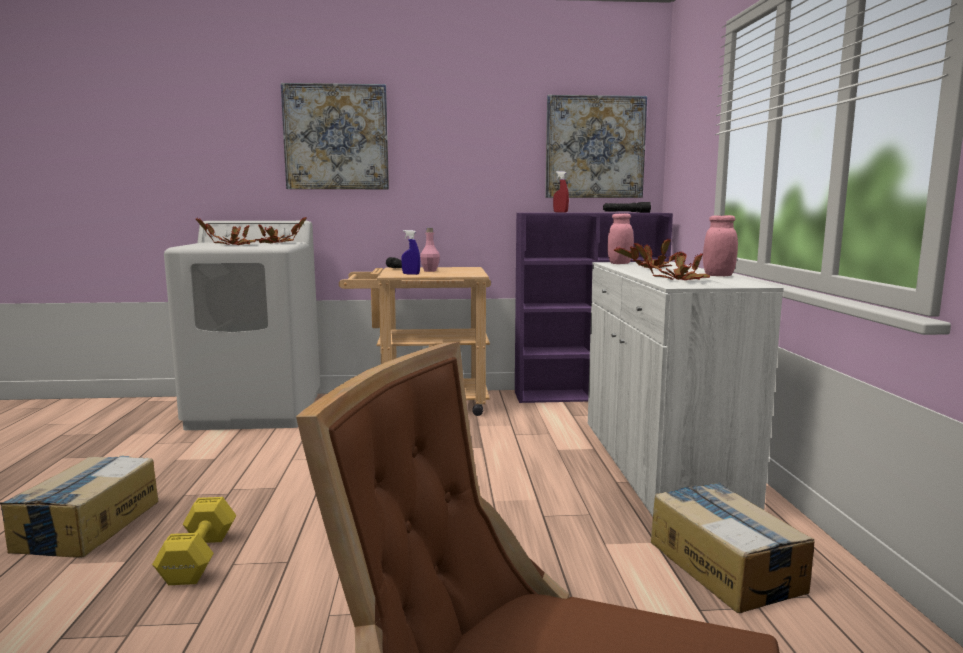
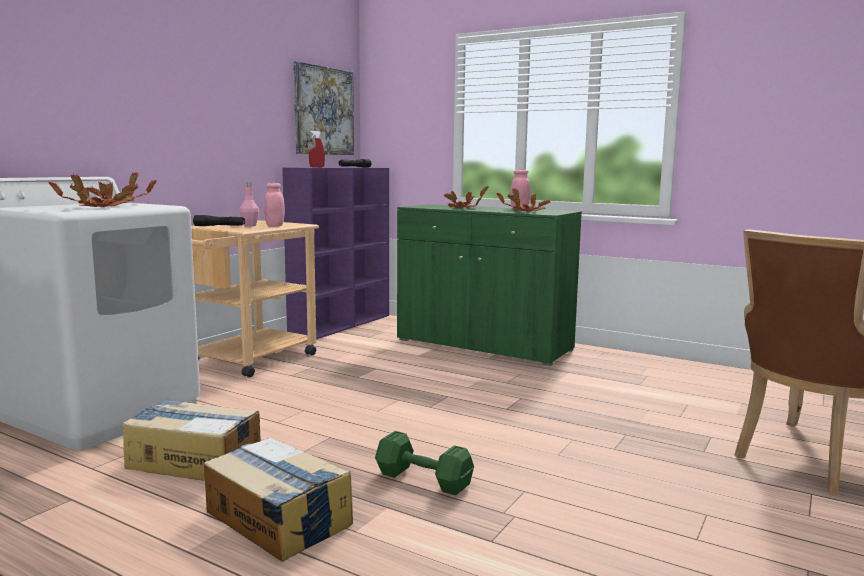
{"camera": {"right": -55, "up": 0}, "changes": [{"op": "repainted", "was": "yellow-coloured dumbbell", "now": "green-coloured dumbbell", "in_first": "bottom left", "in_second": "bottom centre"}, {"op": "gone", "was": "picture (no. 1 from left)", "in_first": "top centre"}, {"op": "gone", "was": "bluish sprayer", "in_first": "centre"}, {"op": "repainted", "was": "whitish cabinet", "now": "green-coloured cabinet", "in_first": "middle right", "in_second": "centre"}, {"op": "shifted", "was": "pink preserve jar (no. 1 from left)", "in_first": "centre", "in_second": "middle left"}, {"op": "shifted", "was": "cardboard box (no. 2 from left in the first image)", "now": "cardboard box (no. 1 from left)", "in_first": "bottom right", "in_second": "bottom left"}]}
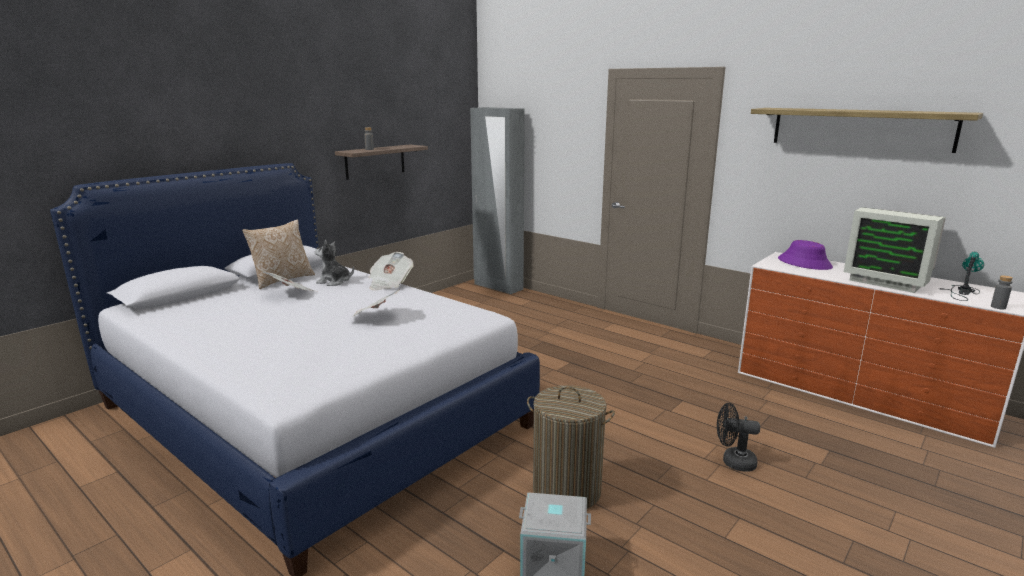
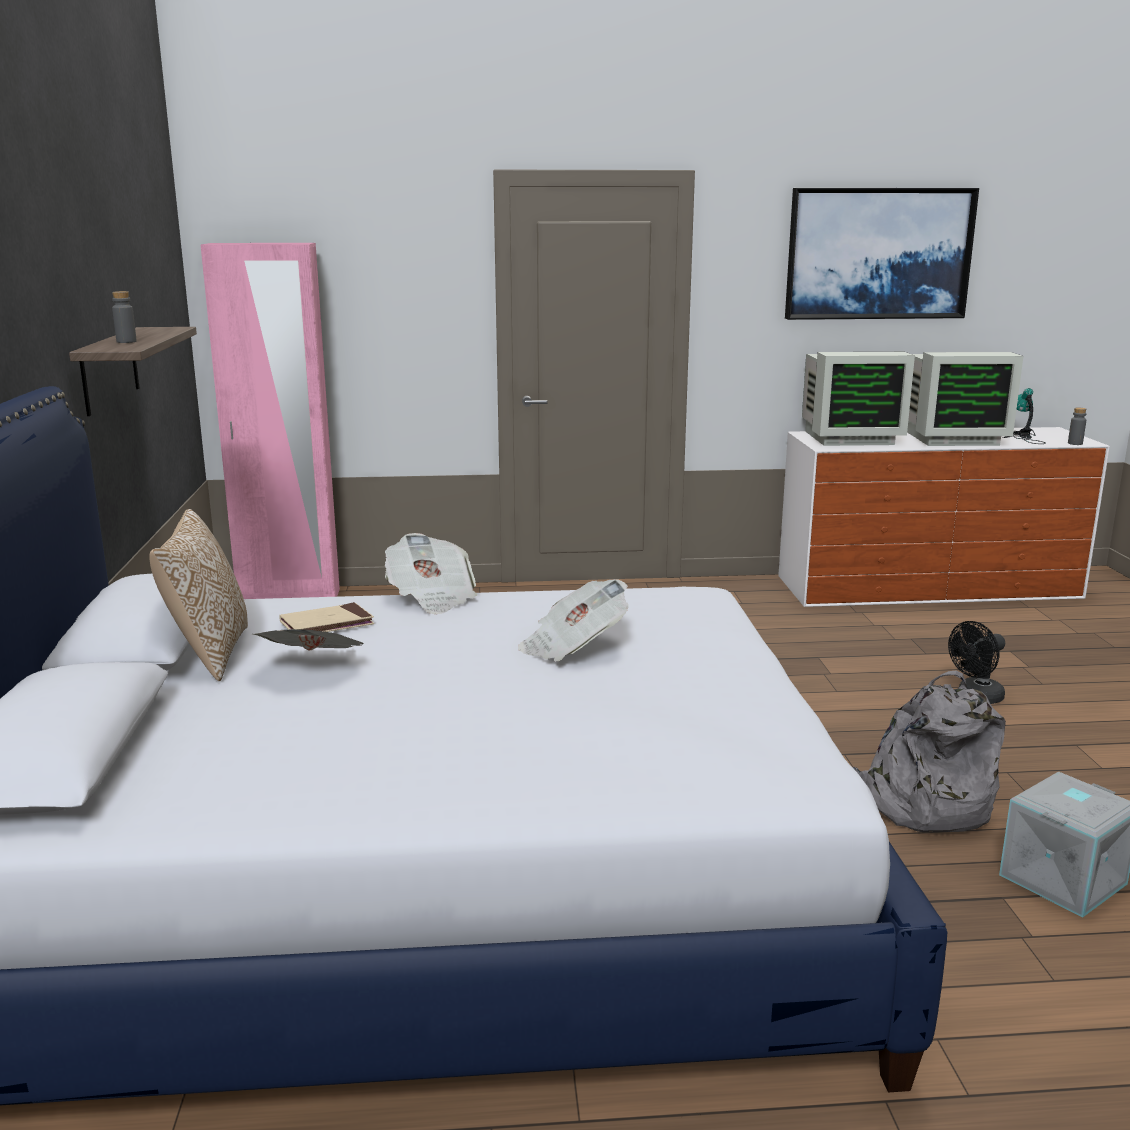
{"camera": {"right": -45, "up": 0}, "changes": [{"op": "swapped", "was": "plush toy", "now": "beige bound book", "in_first": "middle left", "in_second": "middle left"}, {"op": "repainted", "was": "greyish clothes cupboard", "now": "pink clothes cupboard", "in_first": "centre", "in_second": "middle left"}, {"op": "swapped", "was": "laundry basket", "now": "greyish knapsack", "in_first": "bottom centre", "in_second": "middle right"}, {"op": "swapped", "was": "wall shelf (no. 2 from left)", "now": "picture", "in_first": "top right", "in_second": "top right"}, {"op": "swapped", "was": "purple-coloured wearable hat", "now": "computer screen (no. 1 from left)", "in_first": "middle right", "in_second": "middle right"}]}
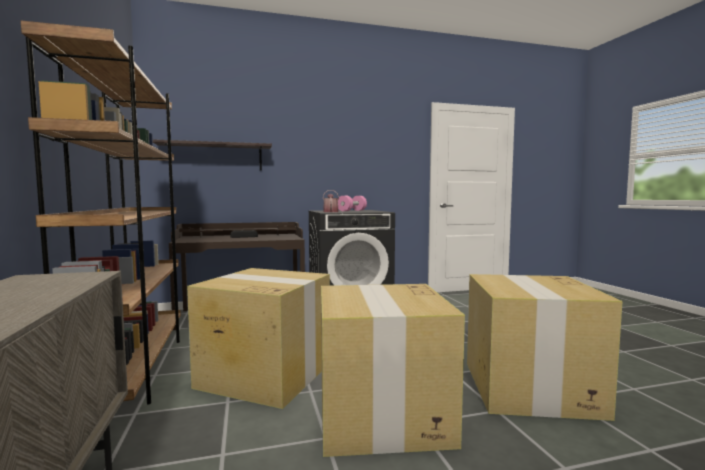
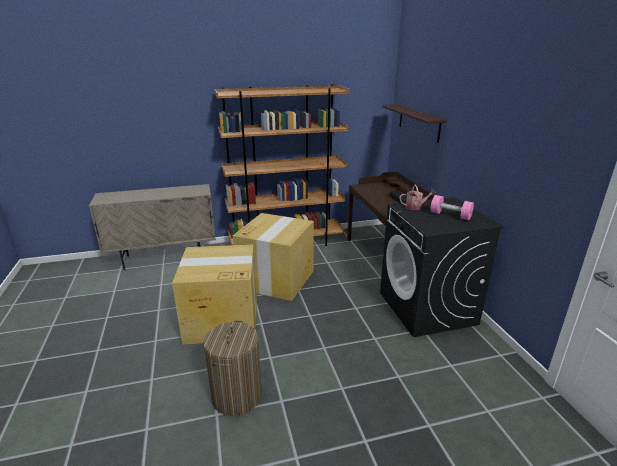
{"camera": {"right": 90, "up": 20}, "changes": [{"op": "swapped", "was": "cardboard box (no. 3 from left)", "now": "laundry basket", "in_first": "bottom right", "in_second": "bottom centre"}]}
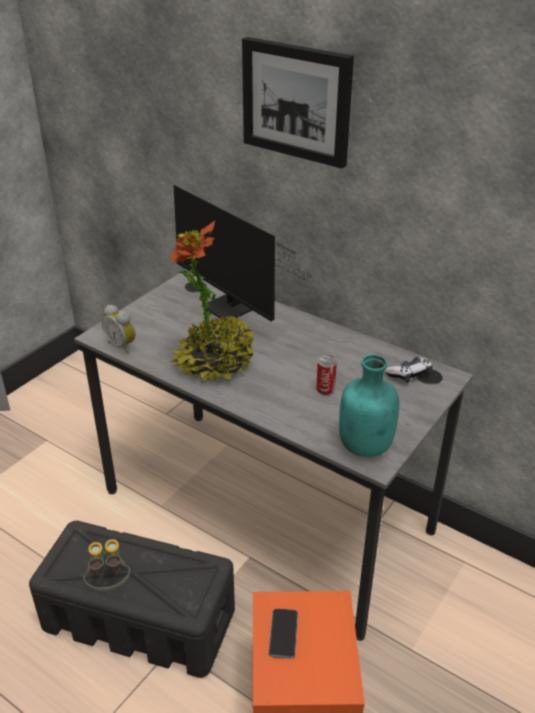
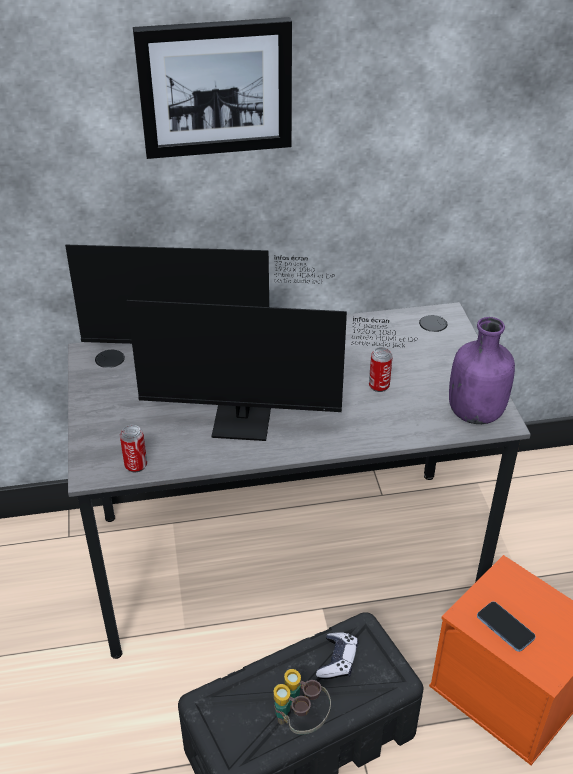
{"camera": {"right": -45, "up": 5}, "changes": [{"op": "swapped", "was": "table clock", "now": "metal can (no. 1 from left)", "in_first": "middle left", "in_second": "middle left"}, {"op": "swapped", "was": "plant in a pot", "now": "computer screen (no. 2 from left)", "in_first": "centre", "in_second": "centre"}, {"op": "repainted", "was": "turquoise beverage bottle", "now": "purple-coloured beverage bottle", "in_first": "middle right", "in_second": "middle right"}, {"op": "shifted", "was": "game controller", "in_first": "middle right", "in_second": "bottom centre"}]}
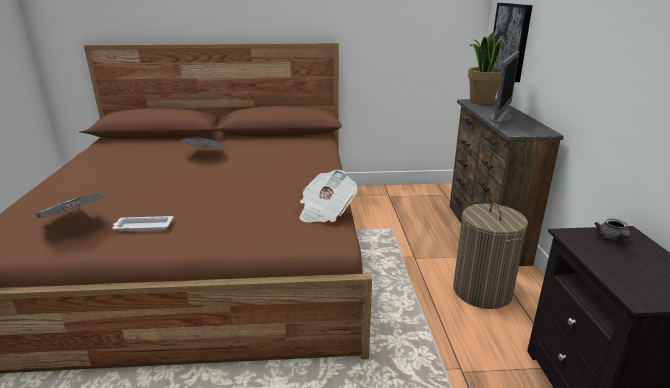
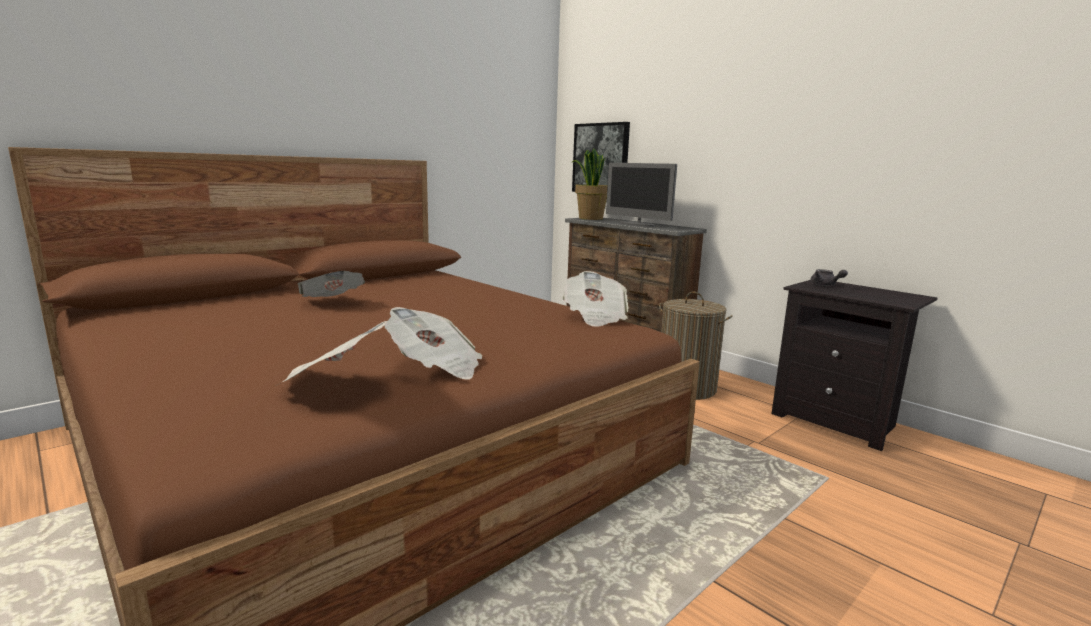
{"camera": {"right": -40, "up": -10}, "changes": [{"op": "swapped", "was": "whitish serving tray", "now": "daily paper (no. 3 from left)", "in_first": "middle left", "in_second": "centre"}, {"op": "rotated", "was": "computer screen", "in_first": "top right", "in_second": "top centre", "clockwise": 150}]}
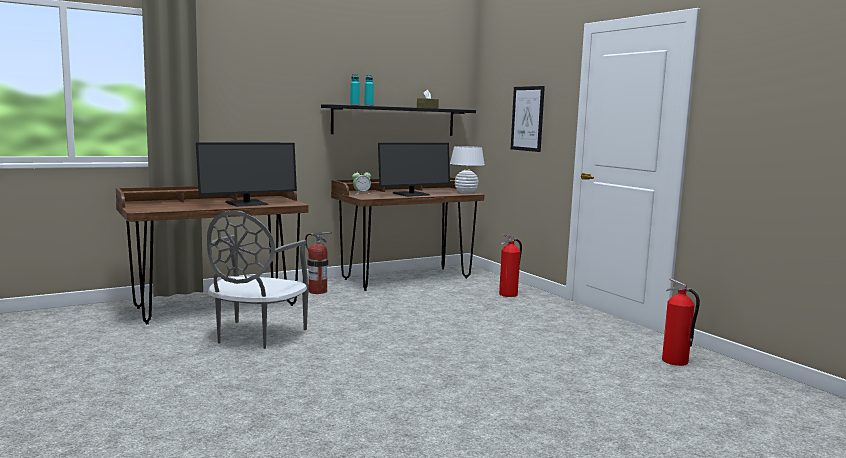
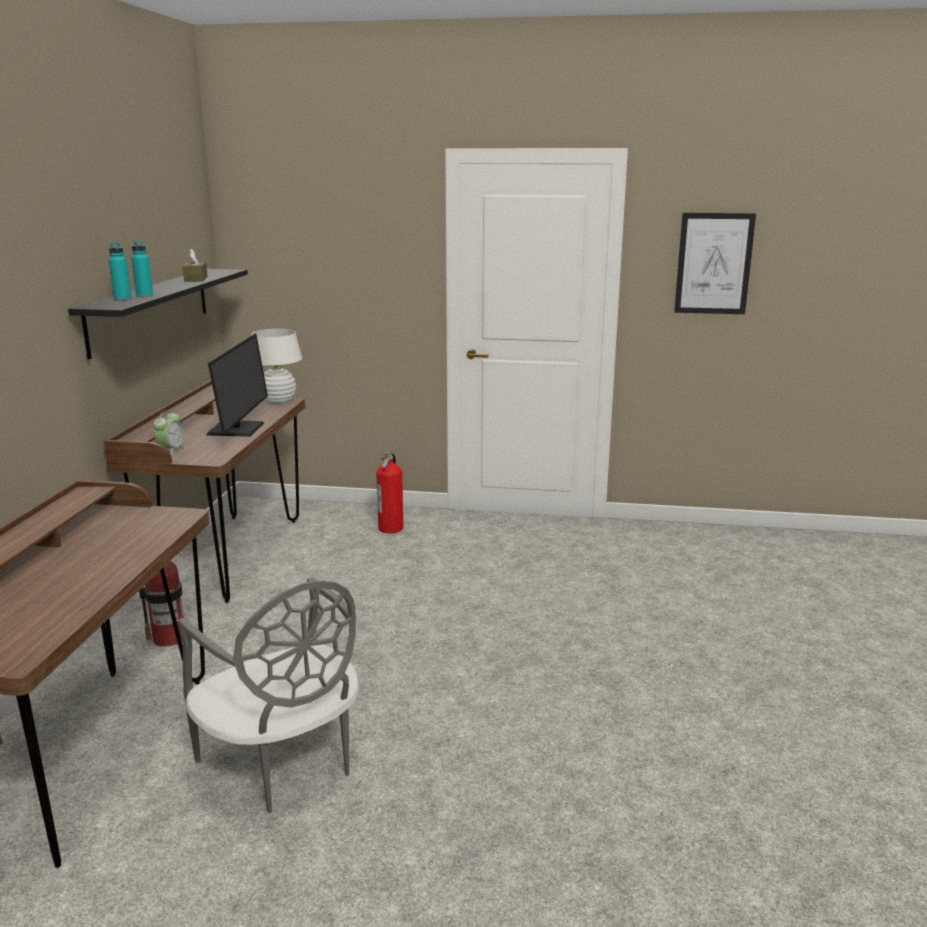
{"camera": {"right": -50, "up": 10}, "changes": [{"op": "gone", "was": "computer screen (no. 1 from left)", "in_first": "middle left"}, {"op": "shifted", "was": "picture", "in_first": "top centre", "in_second": "top right"}, {"op": "gone", "was": "fire extinguisher (no. 3 from left)", "in_first": "bottom right"}]}
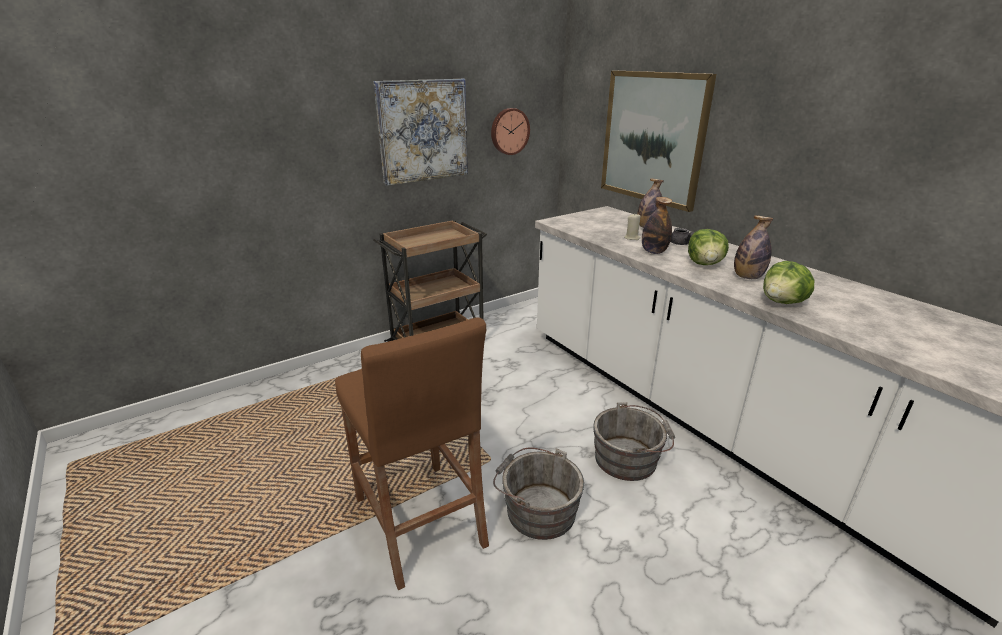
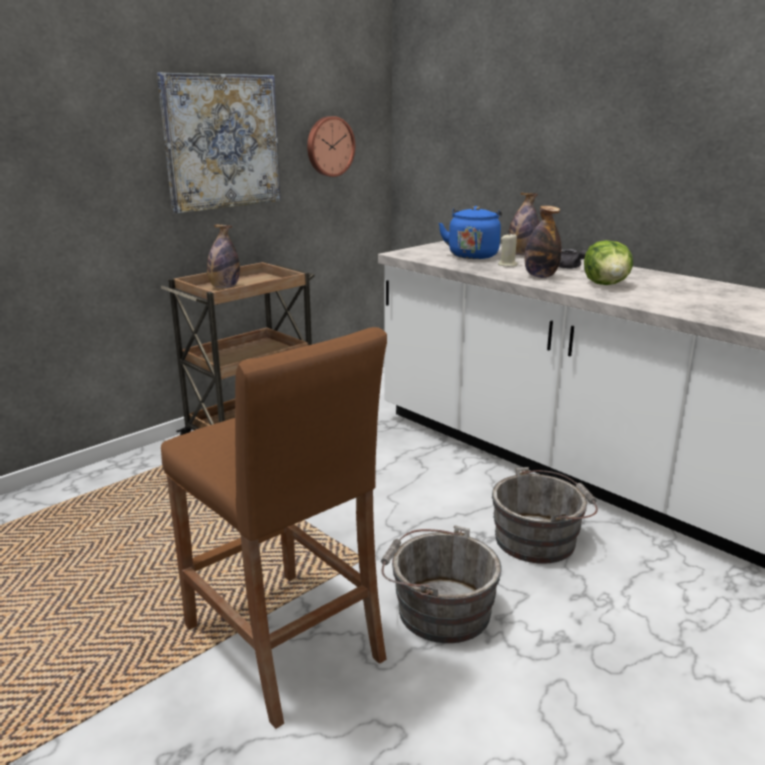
{"camera": {"right": -10, "up": -5}, "changes": [{"op": "gone", "was": "picture (no. 2 from left)", "in_first": "top centre"}, {"op": "shifted", "was": "beverage bottle (no. 3 from left in the first image)", "now": "beverage bottle (no. 1 from left)", "in_first": "middle right", "in_second": "middle left"}, {"op": "gone", "was": "lettuce head (no. 2 from left)", "in_first": "middle right"}, {"op": "new", "now": "bluish water kettle", "in_second": "top centre"}]}
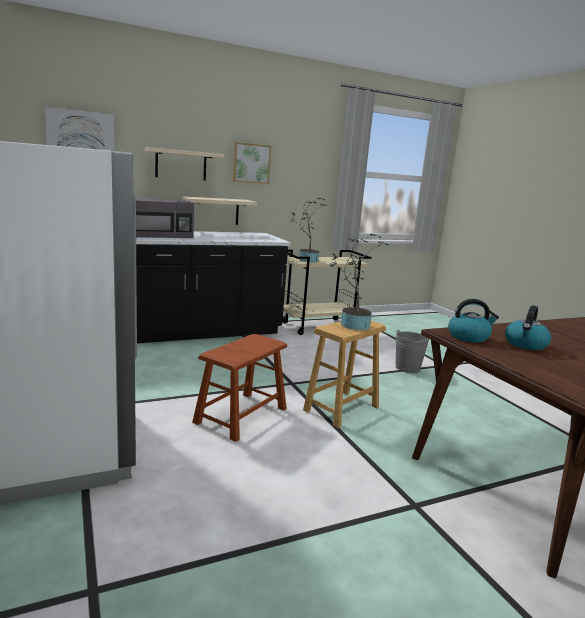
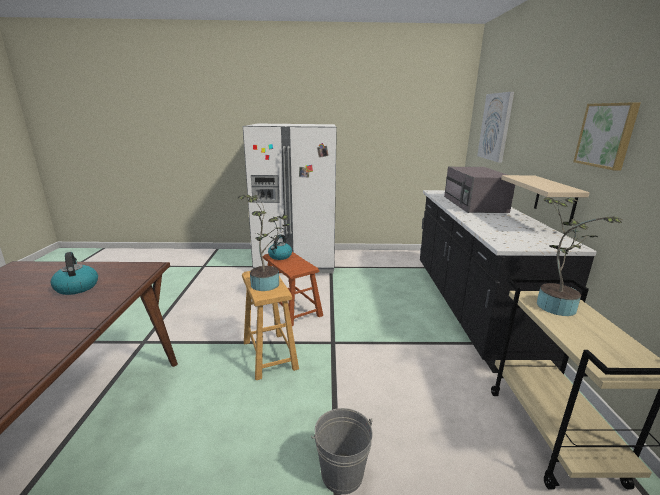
{"camera": {"right": 115, "up": 5}, "changes": [{"op": "gone", "was": "beige wall shelf (no. 1 from left)", "in_first": "top left"}, {"op": "shifted", "was": "water kettle (no. 1 from left in the first image)", "now": "water kettle (no. 2 from left)", "in_first": "middle right", "in_second": "centre"}]}
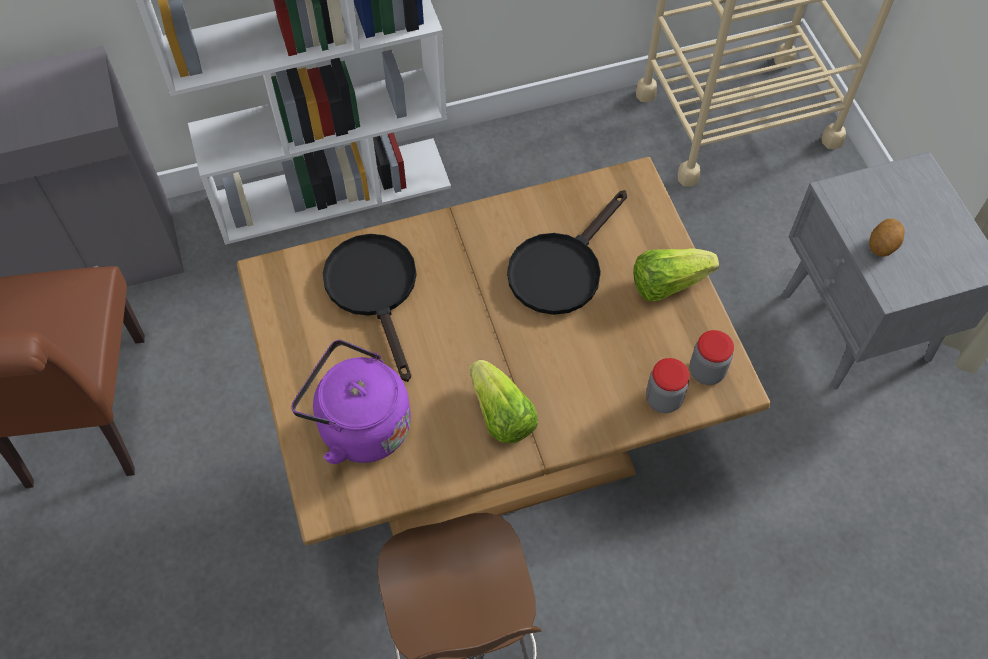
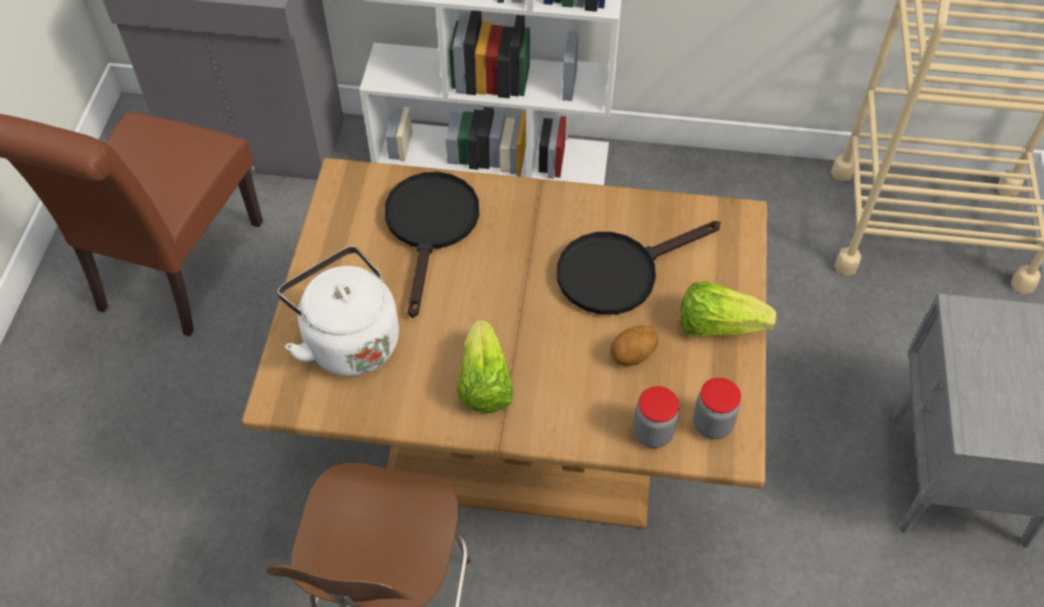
{"camera": {"right": 25, "up": -5}, "changes": [{"op": "repainted", "was": "purple-coloured water kettle", "now": "whitish water kettle", "in_first": "centre", "in_second": "middle left"}, {"op": "shifted", "was": "potato", "in_first": "middle right", "in_second": "centre"}]}
